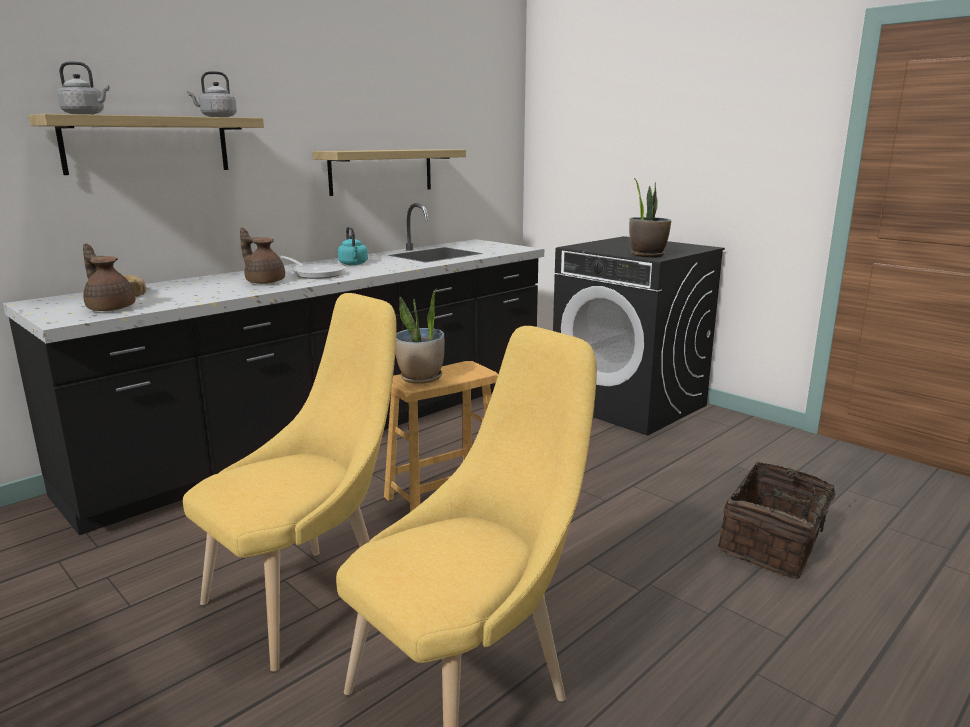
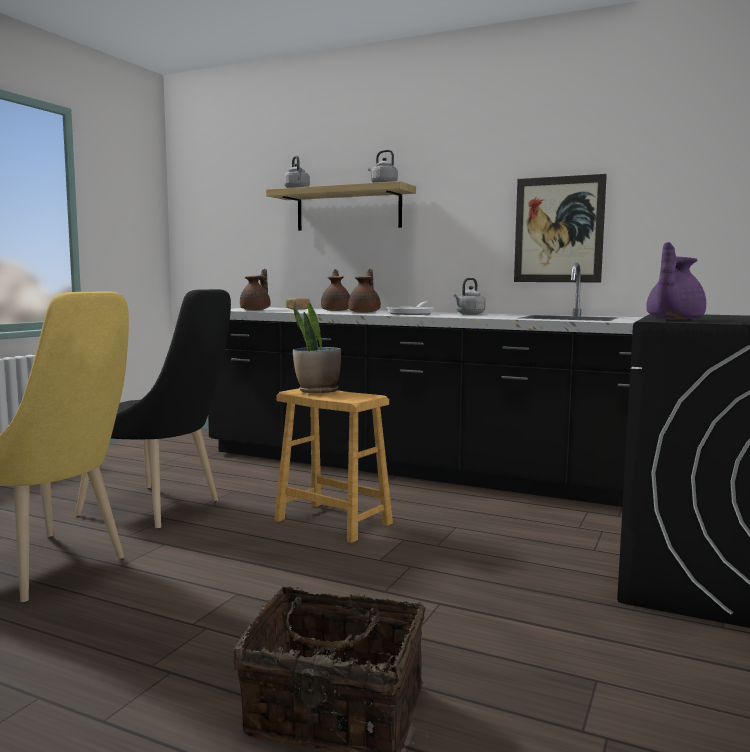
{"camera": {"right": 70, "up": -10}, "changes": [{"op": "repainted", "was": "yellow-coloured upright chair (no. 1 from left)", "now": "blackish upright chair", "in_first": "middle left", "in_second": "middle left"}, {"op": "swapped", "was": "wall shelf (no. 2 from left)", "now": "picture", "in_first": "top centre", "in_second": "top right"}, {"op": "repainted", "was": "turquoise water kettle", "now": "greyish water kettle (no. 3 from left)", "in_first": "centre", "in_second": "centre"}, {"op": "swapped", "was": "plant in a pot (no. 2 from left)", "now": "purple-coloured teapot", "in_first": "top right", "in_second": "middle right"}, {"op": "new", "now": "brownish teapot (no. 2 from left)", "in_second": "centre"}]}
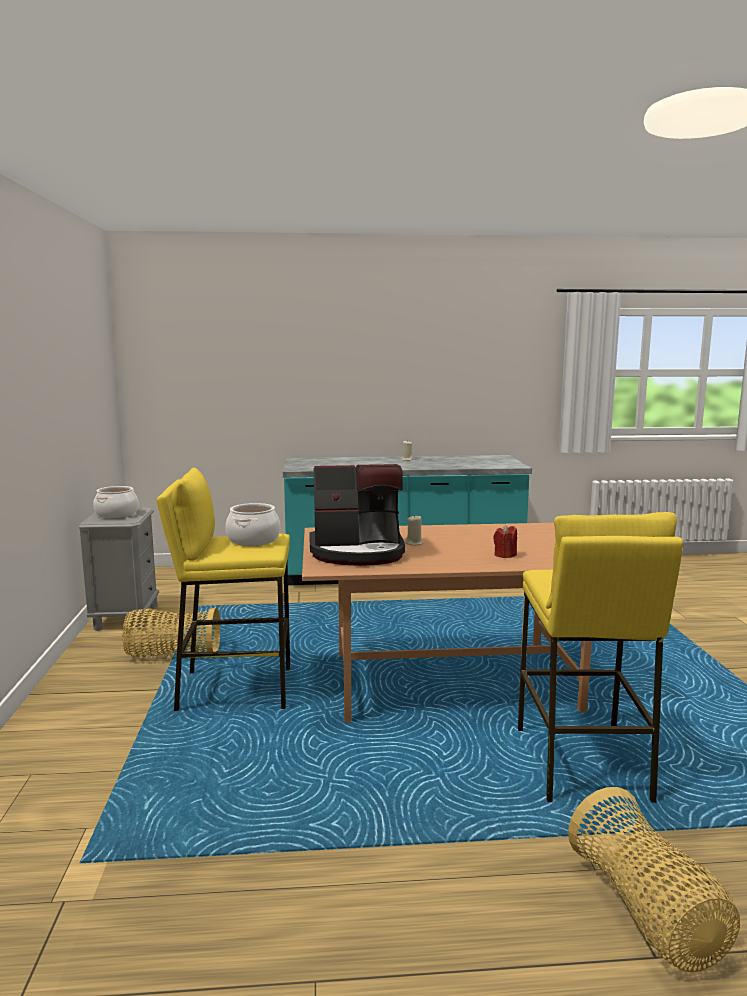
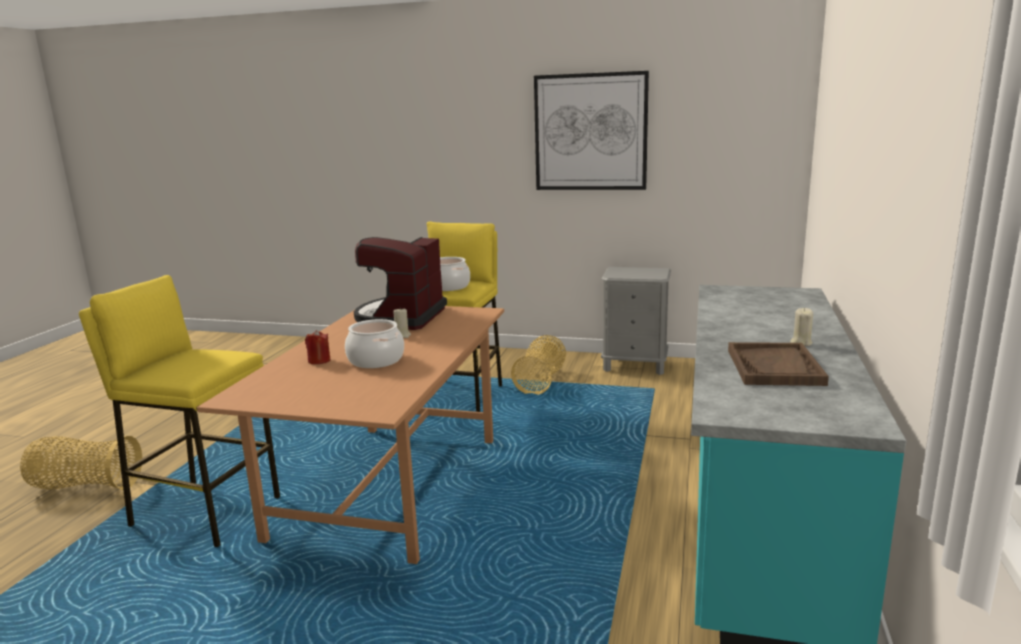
{"camera": {"right": 110, "up": 5}, "changes": [{"op": "shifted", "was": "stockpot (no. 1 from left)", "in_first": "middle left", "in_second": "centre"}, {"op": "new", "now": "picture", "in_second": "top centre"}, {"op": "new", "now": "brownish serving tray", "in_second": "middle right"}]}
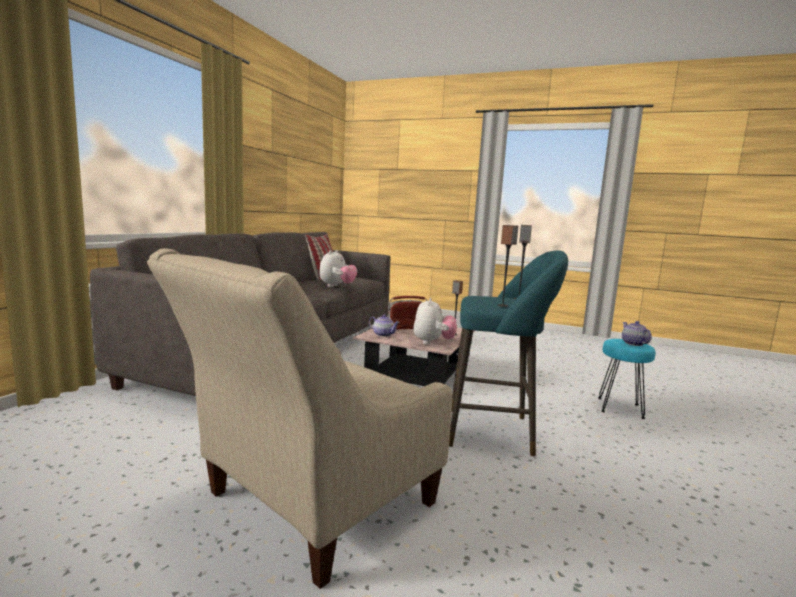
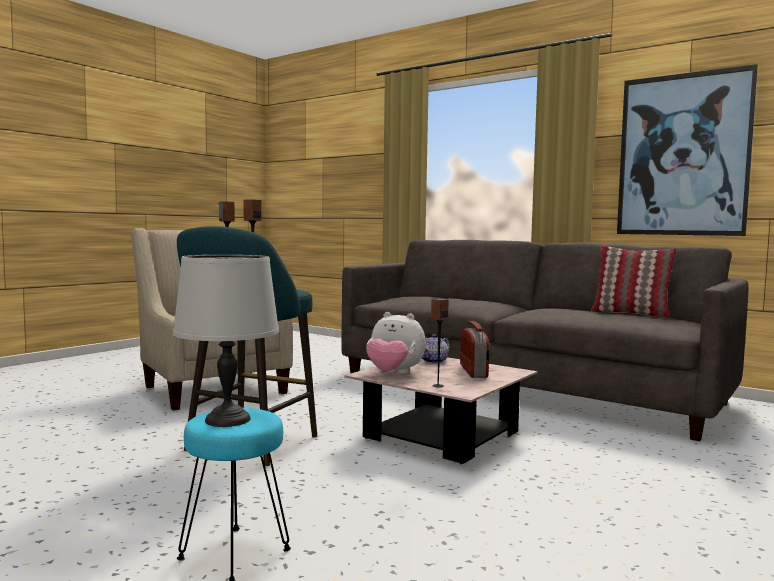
{"camera": {"right": 105, "up": -5}, "changes": [{"op": "gone", "was": "plush toy (no. 1 from left)", "in_first": "centre"}, {"op": "swapped", "was": "teapot (no. 2 from left)", "now": "greyish tabletop lamp", "in_first": "middle right", "in_second": "middle left"}, {"op": "new", "now": "picture", "in_second": "top right"}]}
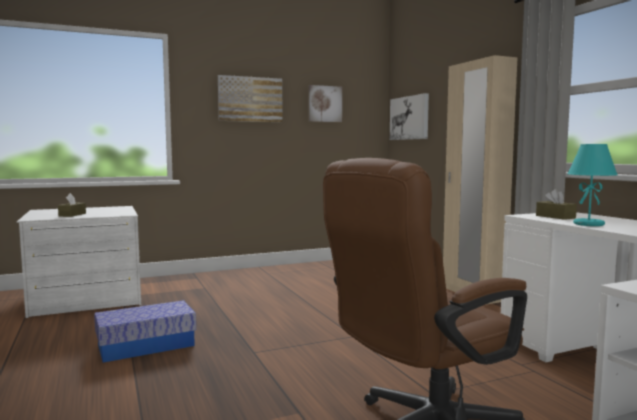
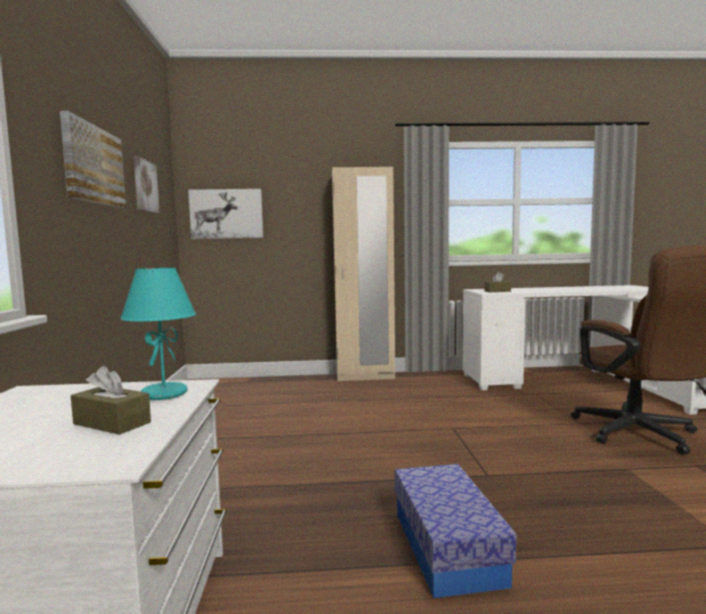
{"camera": {"right": -70, "up": 0}, "changes": [{"op": "shifted", "was": "turquoise tabletop lamp", "in_first": "middle right", "in_second": "middle left"}]}
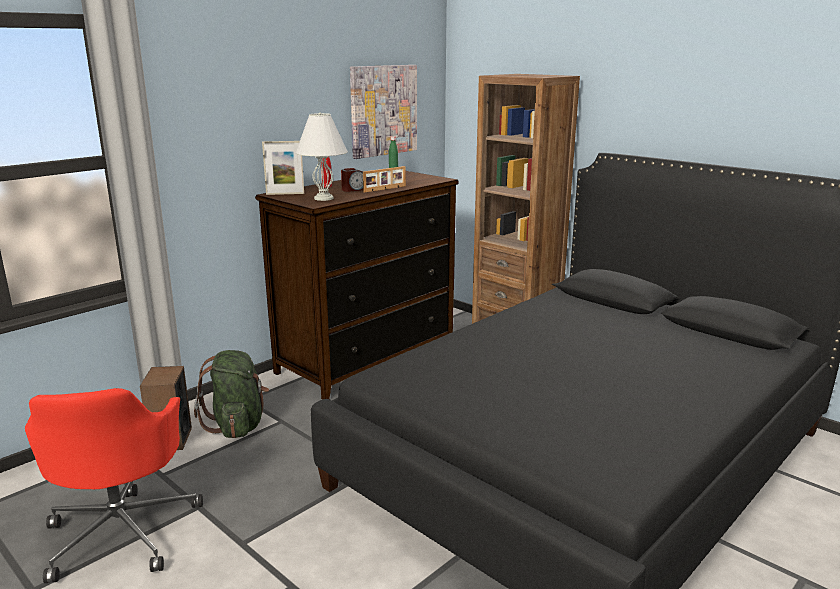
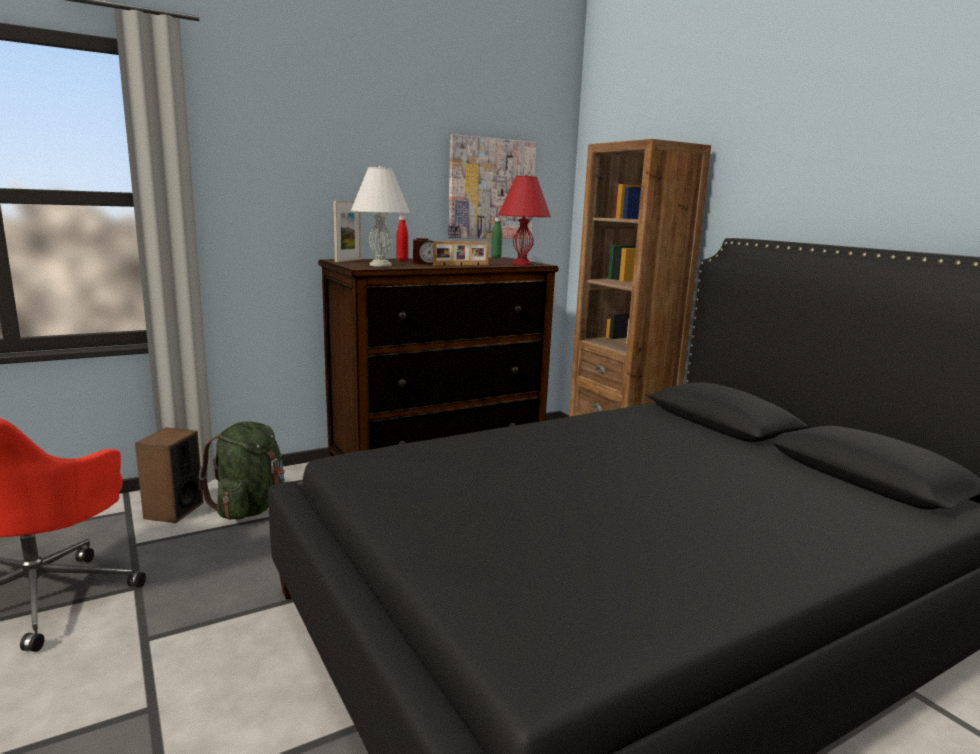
{"camera": {"right": 15, "up": -5}, "changes": [{"op": "rotated", "was": "photo frame (no. 1 from left)", "in_first": "top centre", "in_second": "top centre", "clockwise": -75}, {"op": "new", "now": "reddish tabletop lamp", "in_second": "top centre"}]}
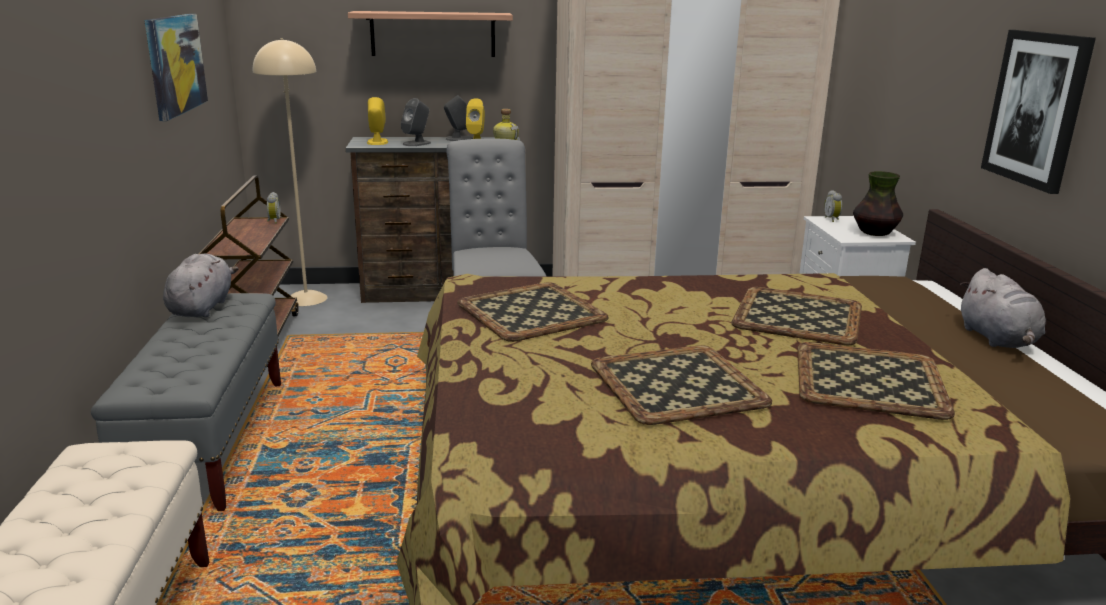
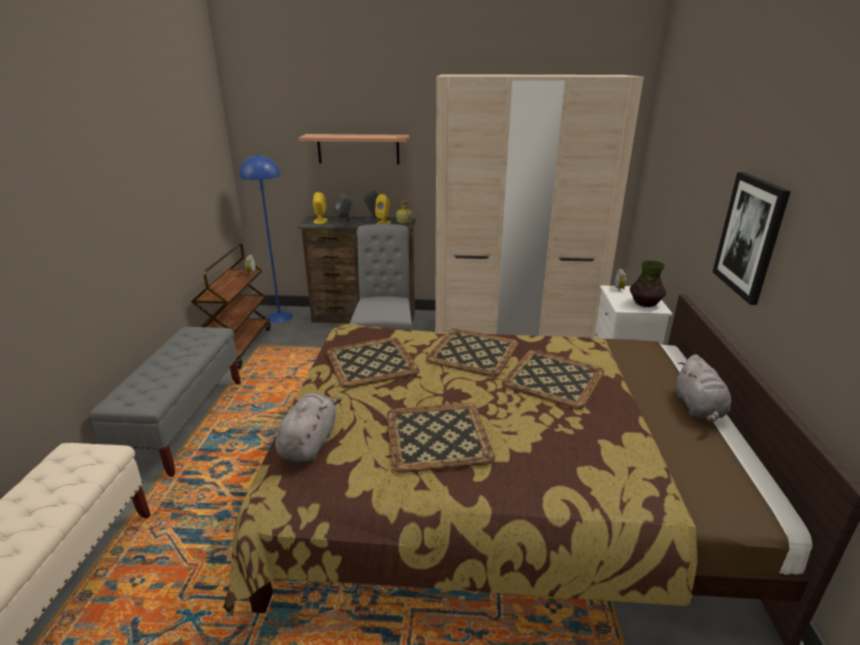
{"camera": {"right": 10, "up": 5}, "changes": [{"op": "gone", "was": "picture (no. 1 from left)", "in_first": "top left"}, {"op": "shifted", "was": "greyish plush toy (no. 1 from left)", "in_first": "middle left", "in_second": "centre"}, {"op": "repainted", "was": "beige standard lamp", "now": "bluish standard lamp", "in_first": "top left", "in_second": "middle left"}, {"op": "shifted", "was": "serving tray (no. 4 from left in the first image)", "now": "serving tray (no. 3 from left)", "in_first": "middle right", "in_second": "centre"}]}
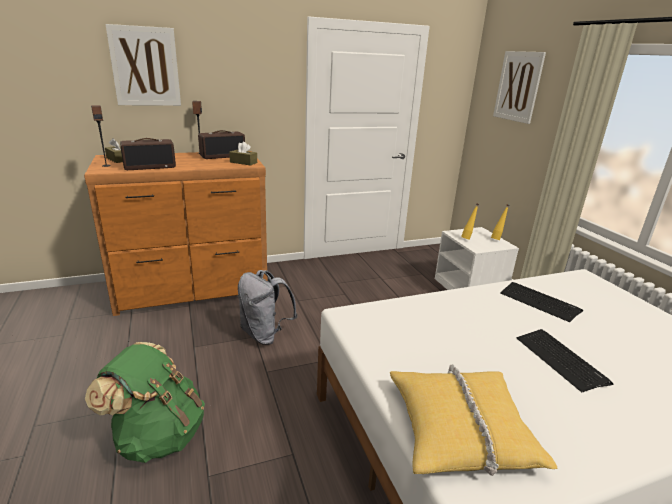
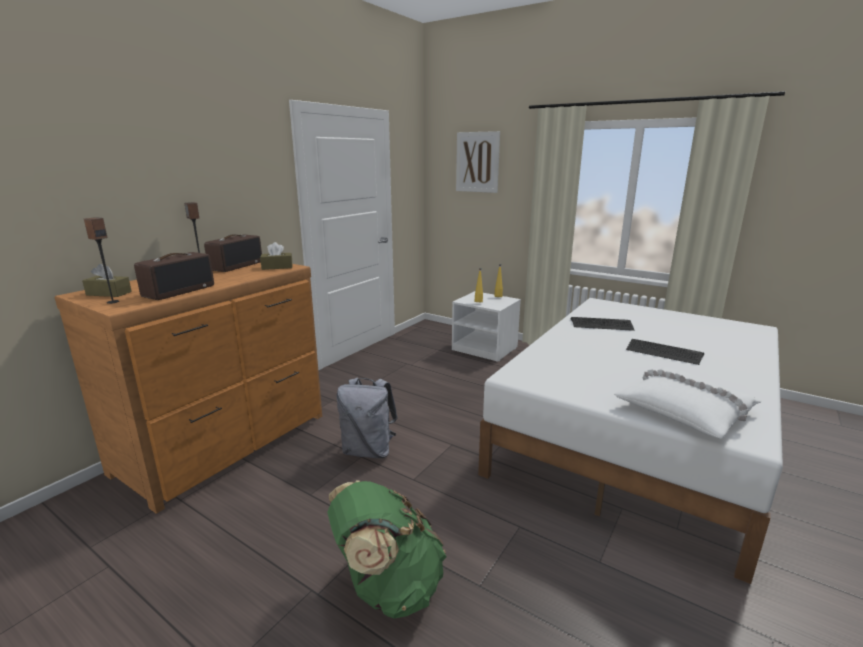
{"camera": {"right": -35, "up": -5}, "changes": [{"op": "gone", "was": "picture (no. 1 from left)", "in_first": "top left"}, {"op": "repainted", "was": "yellow-coloured throw pillow", "now": "whitish throw pillow", "in_first": "bottom right", "in_second": "middle right"}]}
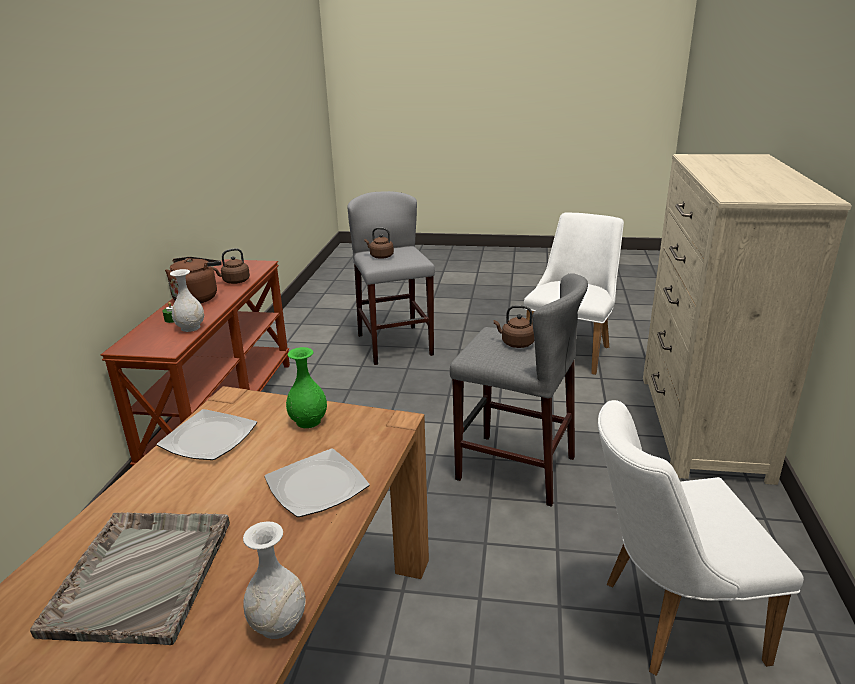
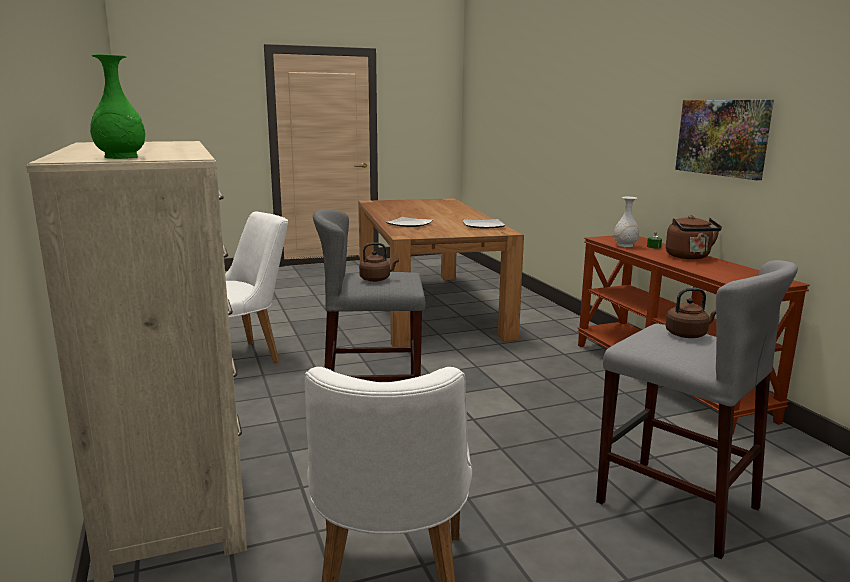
{"camera": {"right": 150, "up": -10}, "changes": [{"op": "gone", "was": "greyish serving tray", "in_first": "bottom left"}, {"op": "gone", "was": "brownish water kettle (no. 2 from left)", "in_first": "middle left"}, {"op": "gone", "was": "whitish decorative vase (no. 2 from left)", "in_first": "bottom left"}, {"op": "shifted", "was": "green-coloured decorative vase", "in_first": "centre", "in_second": "top left"}, {"op": "new", "now": "picture", "in_second": "top right"}]}
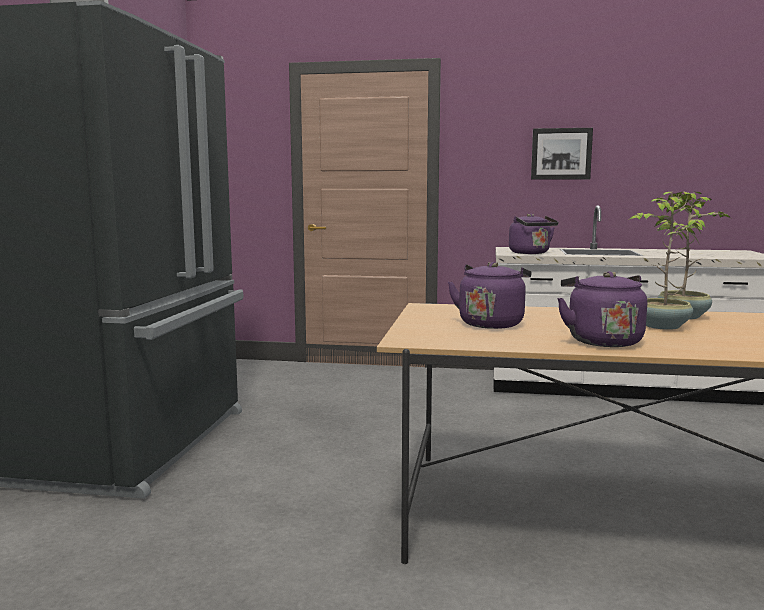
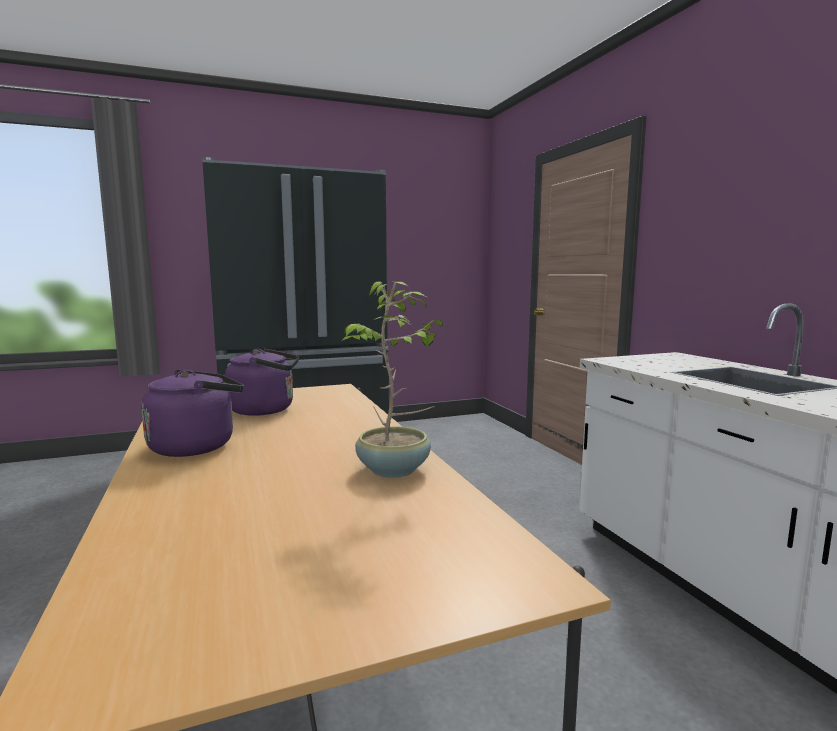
{"camera": {"right": 60, "up": 0}, "changes": [{"op": "gone", "was": "purple-coloured water kettle (no. 2 from left)", "in_first": "middle right"}, {"op": "gone", "was": "picture", "in_first": "top right"}, {"op": "gone", "was": "plant in a pot (no. 1 from left)", "in_first": "middle right"}]}
